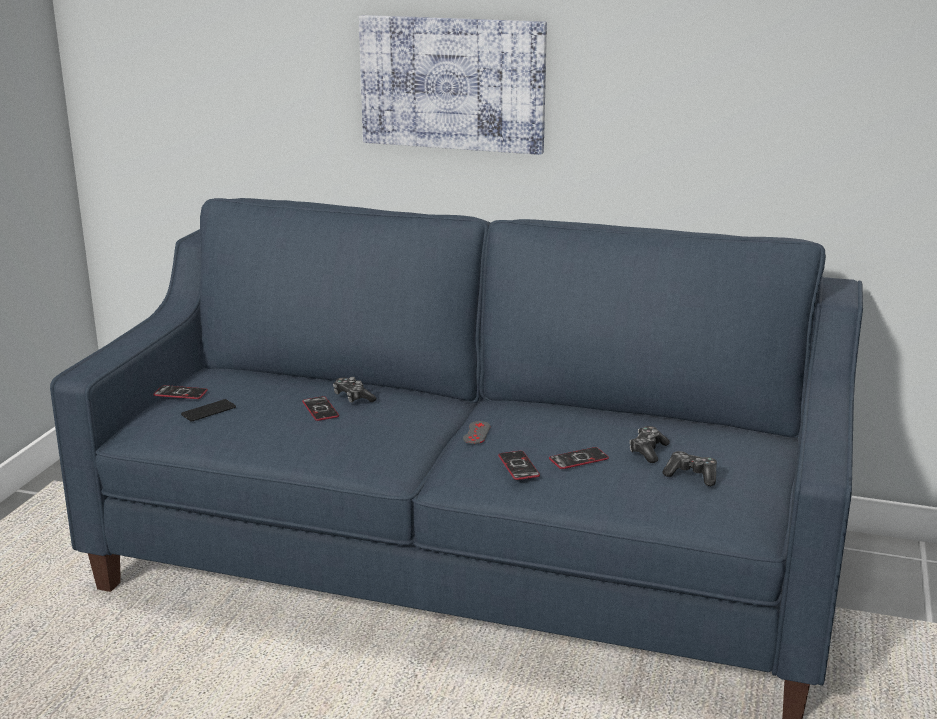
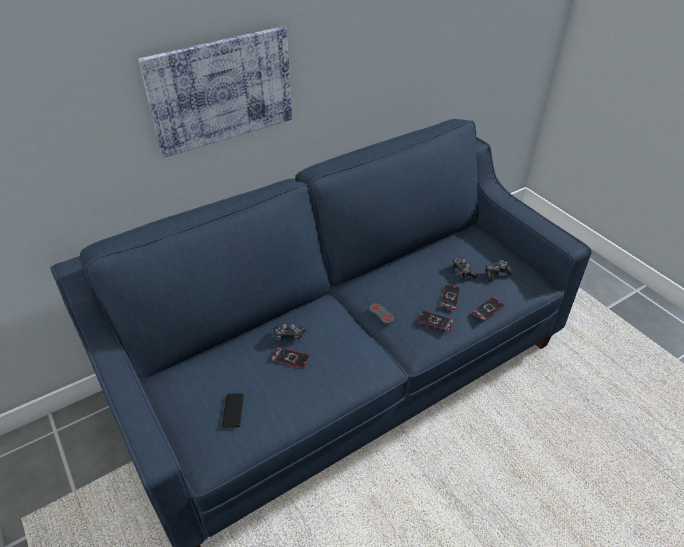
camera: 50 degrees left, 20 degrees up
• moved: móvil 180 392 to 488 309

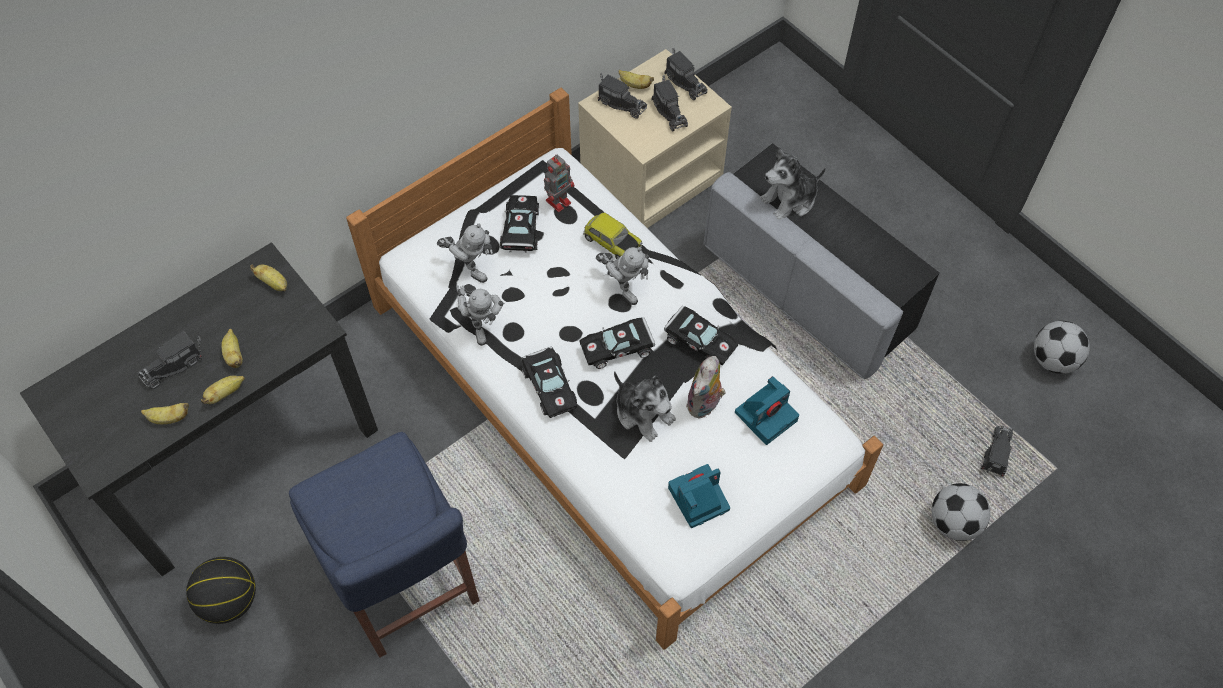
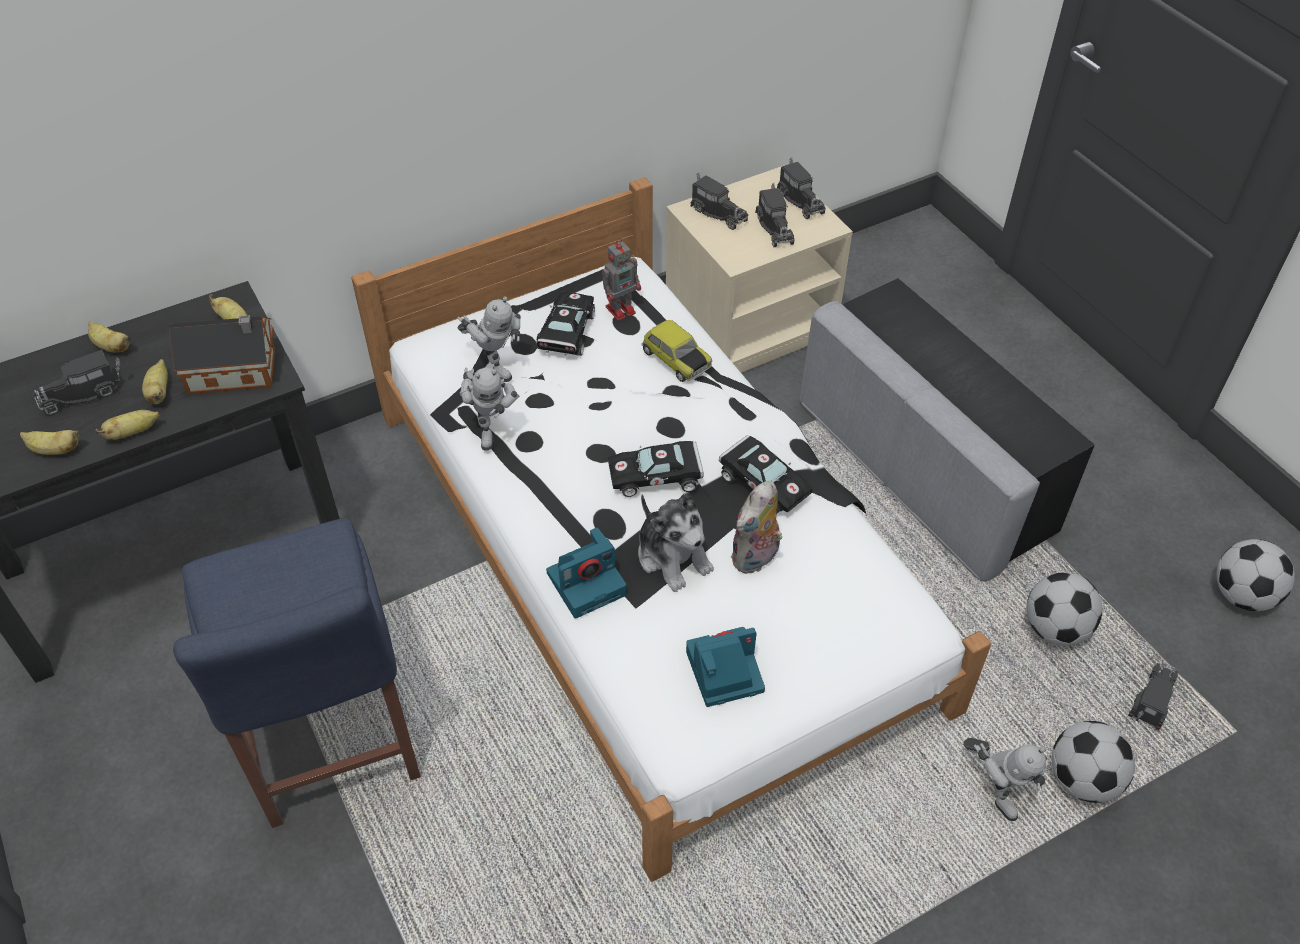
camera: 10 degrees right, 10 degrees down
• moved: plátano 636 79 to 109 336
• removed: peluche 793 182
• moved: robot de juguete 622 276 to 1005 779
• removed: coche de juguete (negro) 549 382
• moved: cámara 767 410 to 586 573
• removed: balón de baloncesto 221 590
• added: casita 222 354
• added: balón de fútbol 1064 609

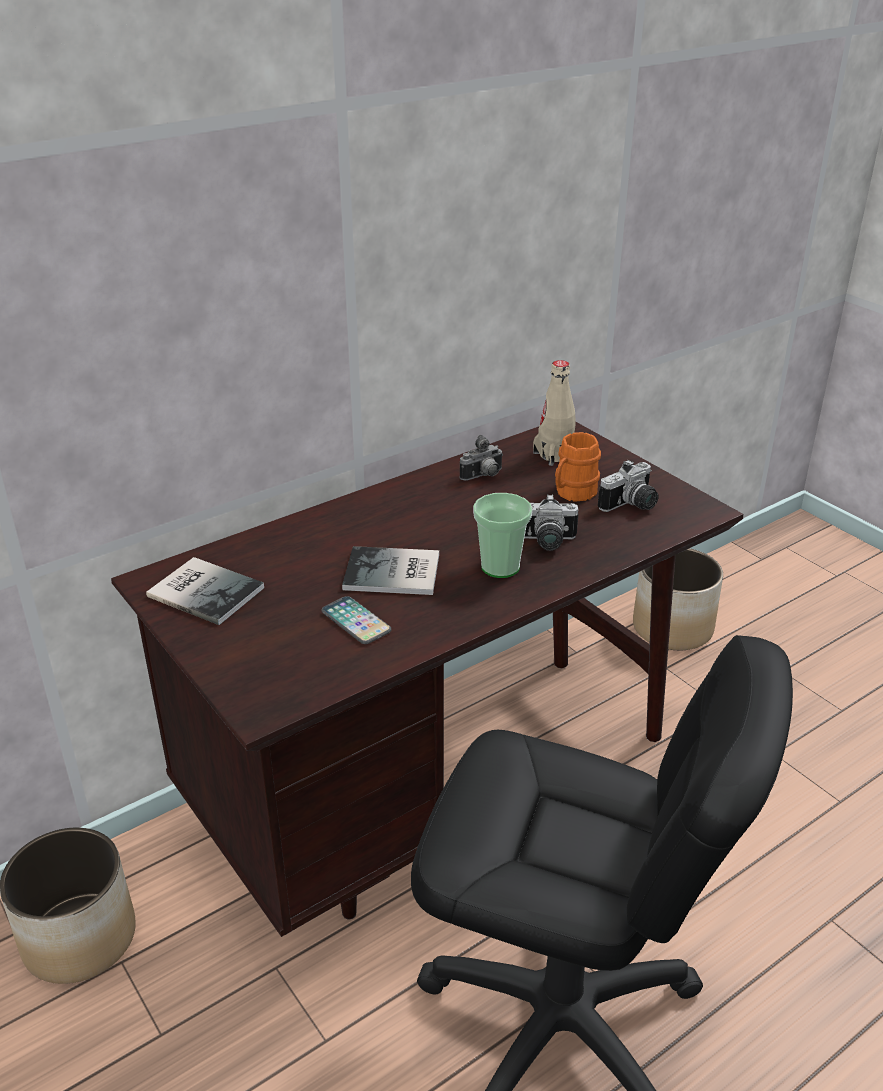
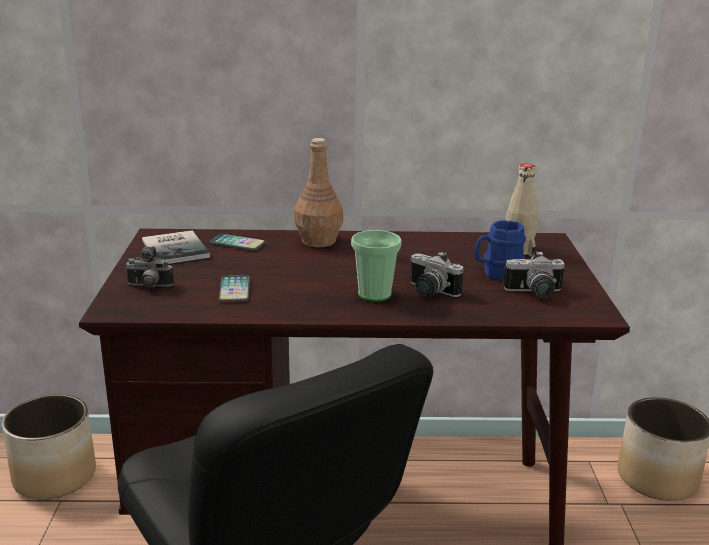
camera: 35 degrees right, 10 degrees down
• recoloured: taza grande (naranja) 578 467 to taza grande (azul) 500 250
• moved: cámara 481 458 to 149 266
• removed: libro 390 570
• added: botella (marrón) 318 192
• added: móvil 237 242

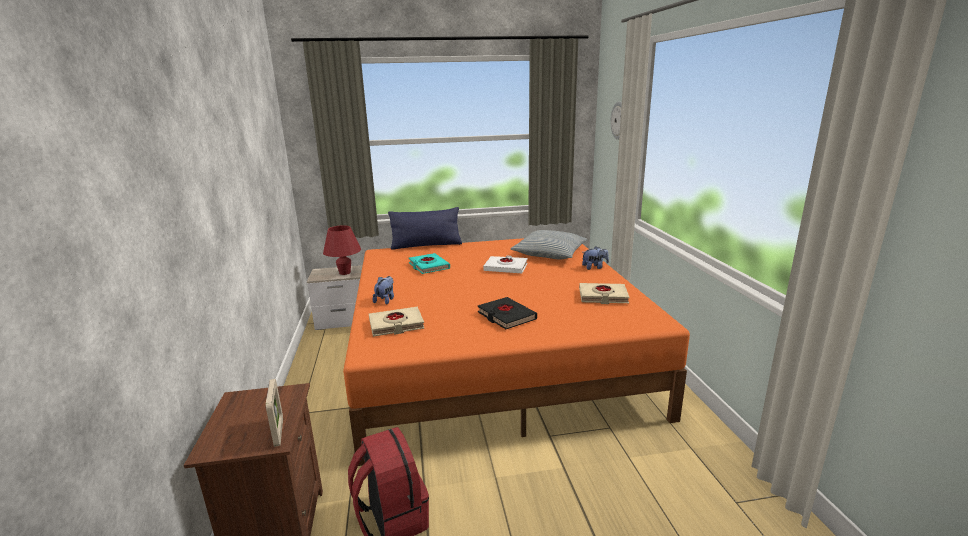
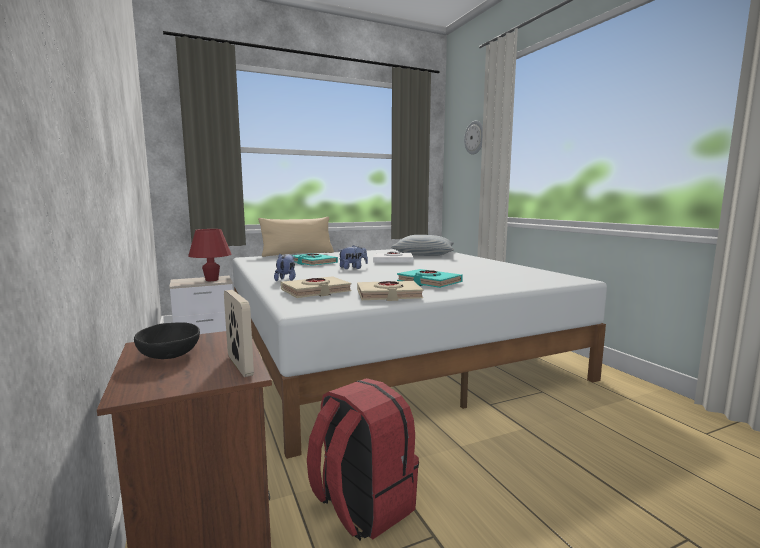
camera: 15 degrees left, 10 degrees down
• recoloured: cojín (azul) 425 228 to cojín (beis) 296 237
• recoloured: cama (naranja) 516 352 to cama (blanco) 419 354
• moved: peluche 595 258 to 353 257
• moved: libro (beis) 604 293 to 390 291
• recoloured: libro (negro) 507 313 to libro (turquesa) 430 278
• added: cuenco (negro) 167 340

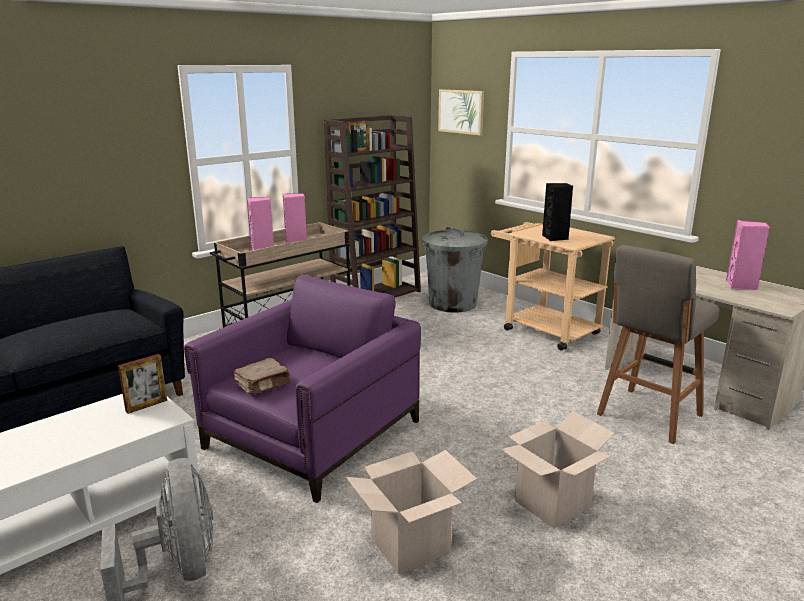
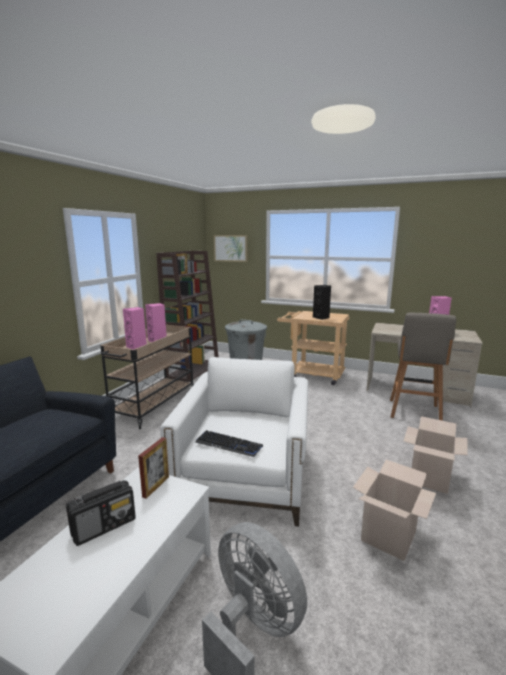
camera: 25 degrees left, 5 degrees down
• recoloured: sillón (morado) 302 389 to sillón (blanco) 234 442
• replaced: libro (marrón) 262 376 to teclado 229 443
• added: radio 101 513

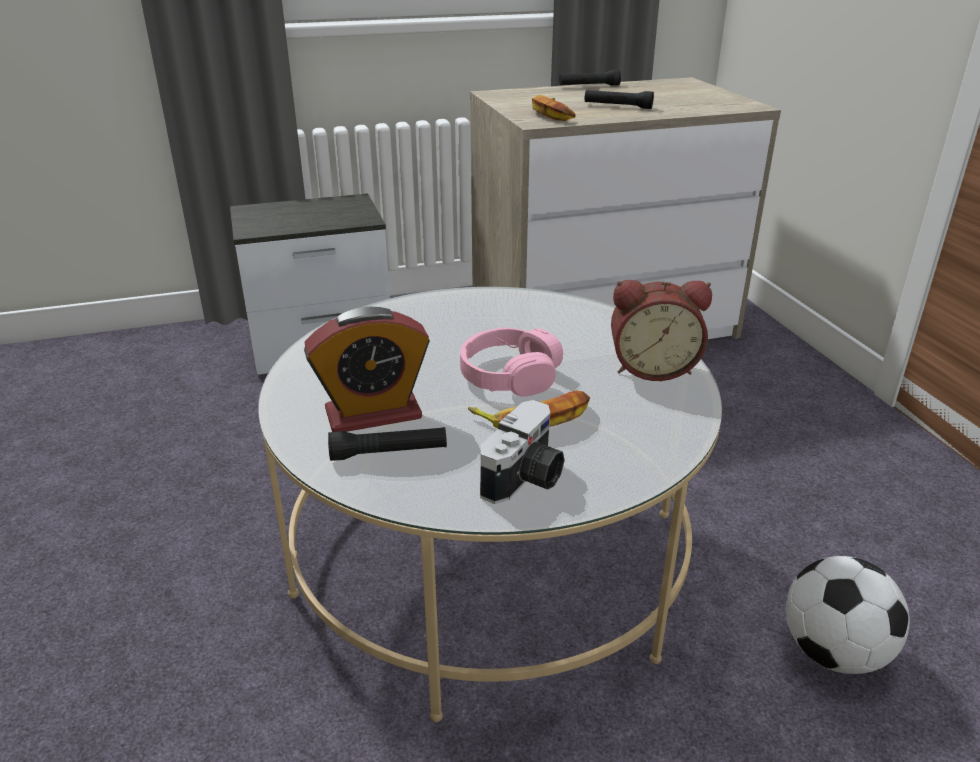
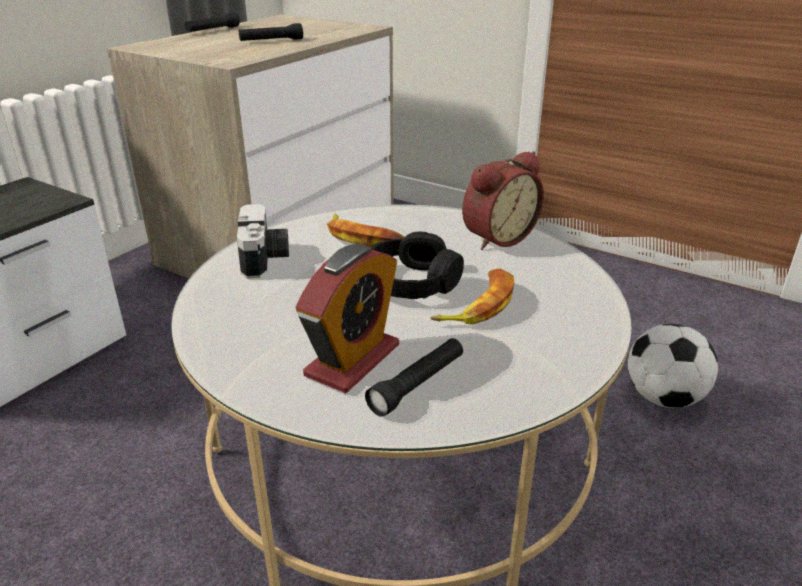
camera: 40 degrees left, 0 degrees up
• moved: plátano 554 108 to 366 230
• recoloured: auriculares (rosa) 511 361 to auriculares (negro) 417 265
• moved: cámara 522 452 to 263 241

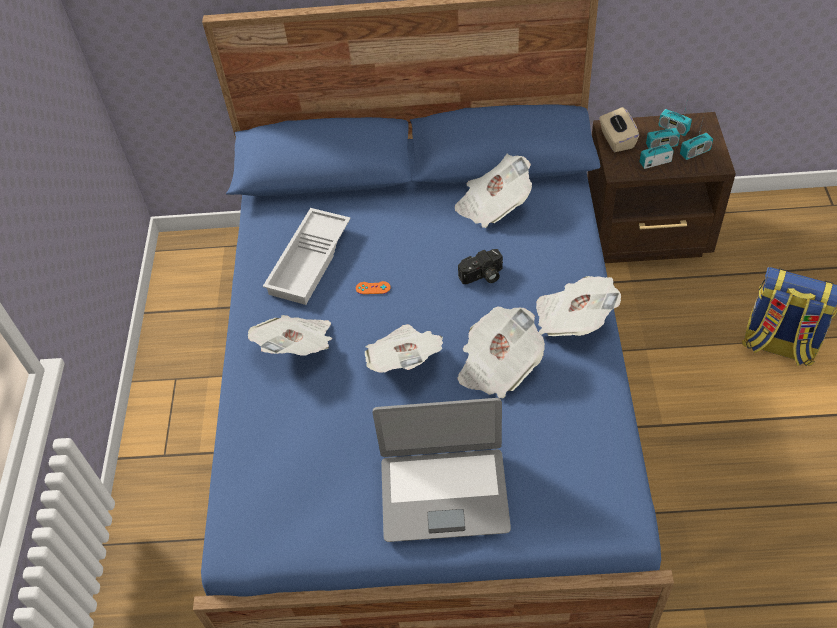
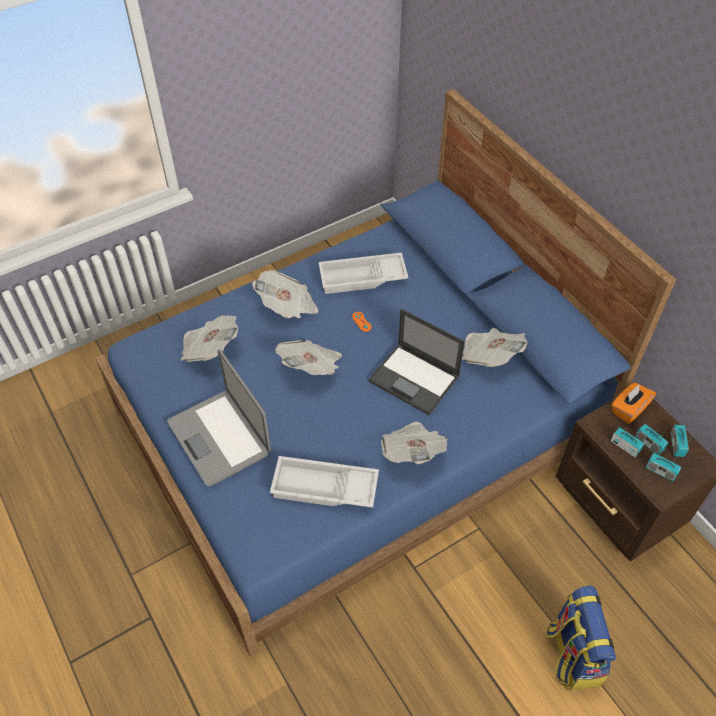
camera: 55 degrees right, 0 degrees up
• recoloured: caja de pañuelos (beis) 619 129 to caja de pañuelos (naranja) 634 403
• replaced: cámara 480 266 to portátil 416 362
• moved: periódico 501 352 to 209 338
• added: bandeja (blanco) 324 482

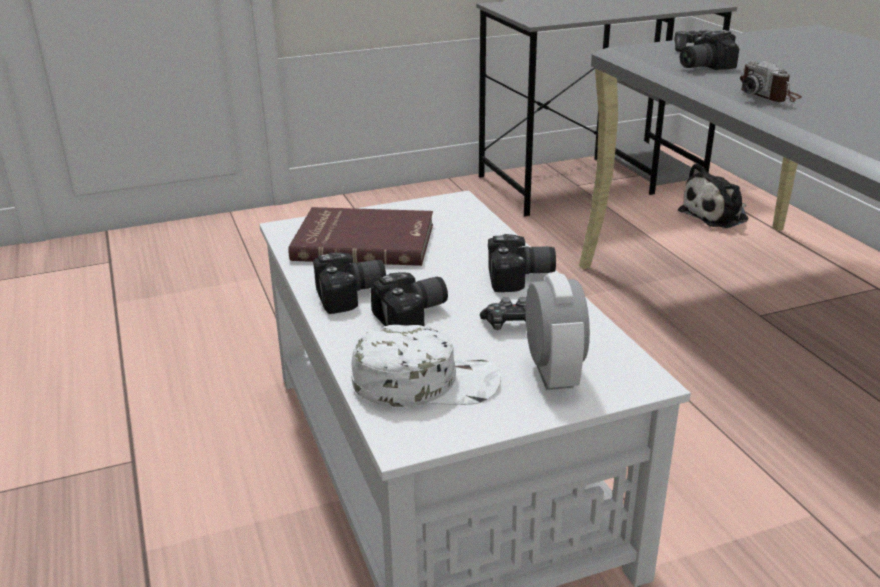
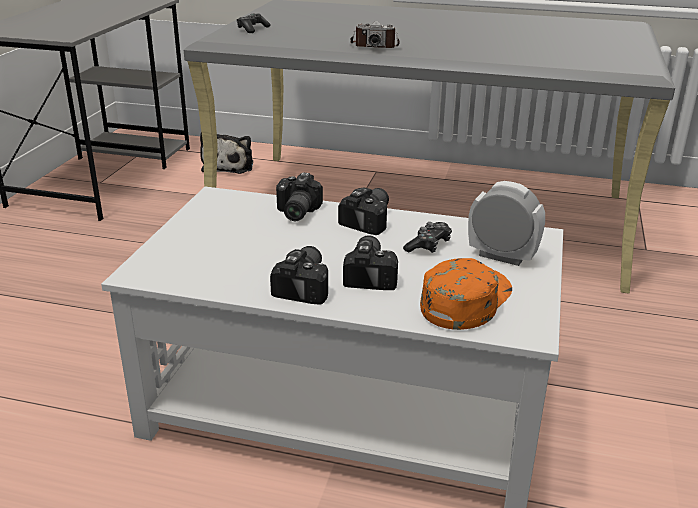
camera: 55 degrees left, 0 degrees up
• moved: cámara 709 50 to 299 196
• removed: libro (rojo) 360 236
• recoloured: gorra (blanco) 426 366 to gorra (naranja) 466 294

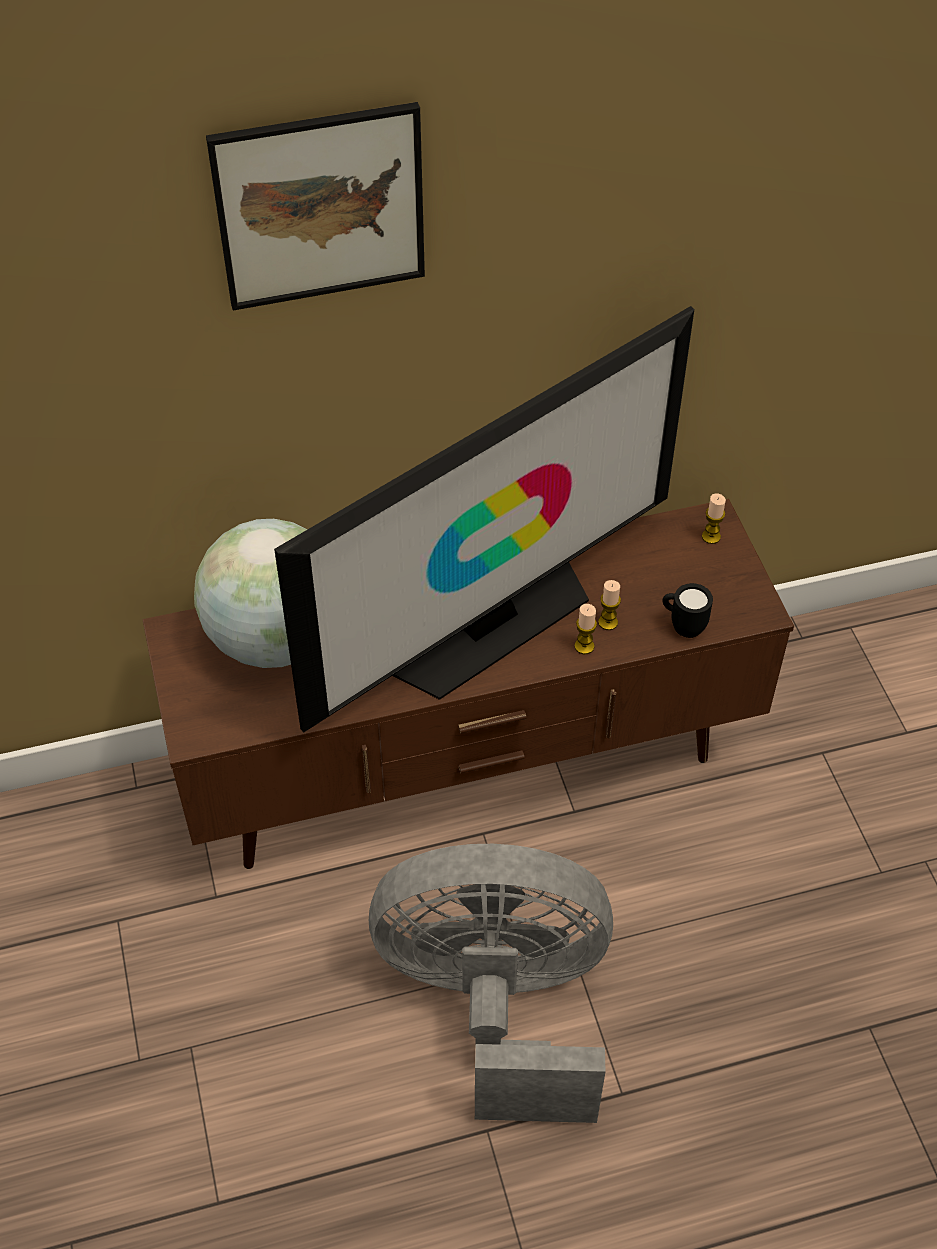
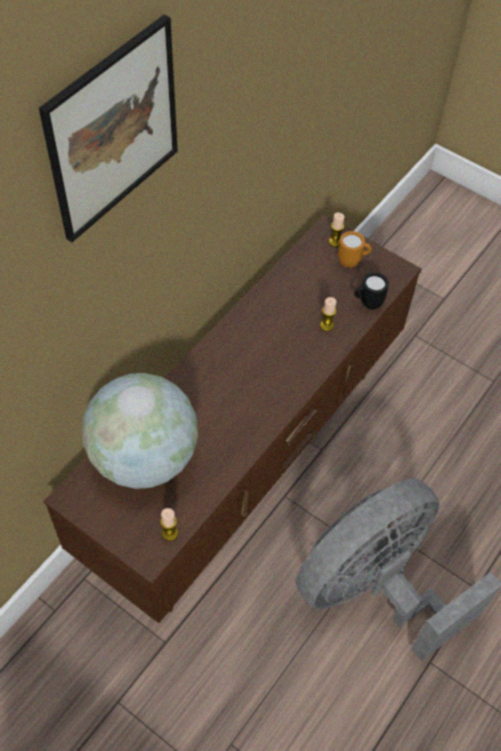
camera: 40 degrees left, 5 degrees up
• removed: televisor 484 519
• moved: vela 585 629 to 169 524
• added: taza grande (naranja) 355 249

